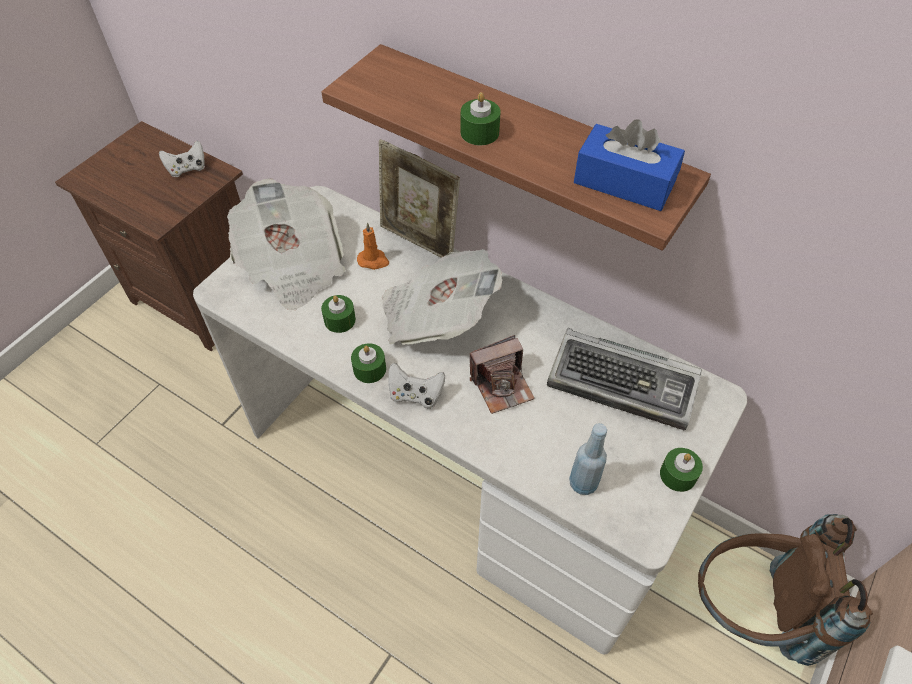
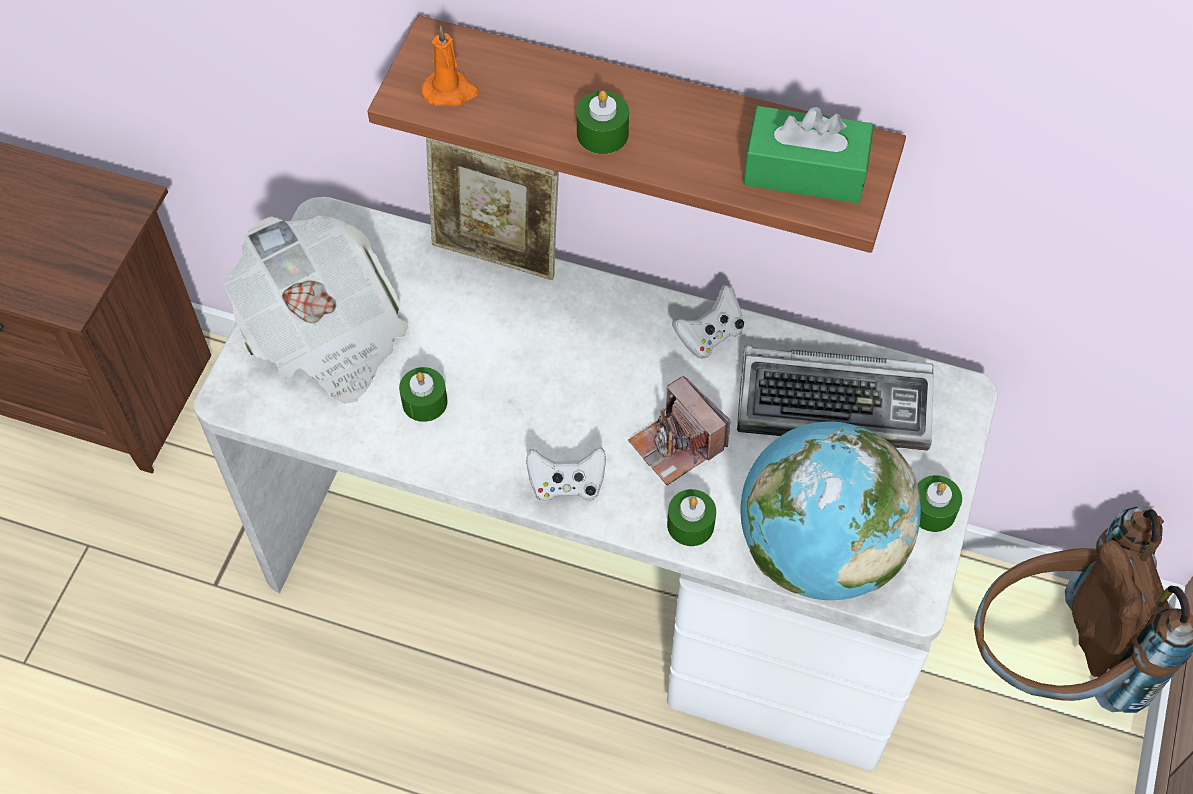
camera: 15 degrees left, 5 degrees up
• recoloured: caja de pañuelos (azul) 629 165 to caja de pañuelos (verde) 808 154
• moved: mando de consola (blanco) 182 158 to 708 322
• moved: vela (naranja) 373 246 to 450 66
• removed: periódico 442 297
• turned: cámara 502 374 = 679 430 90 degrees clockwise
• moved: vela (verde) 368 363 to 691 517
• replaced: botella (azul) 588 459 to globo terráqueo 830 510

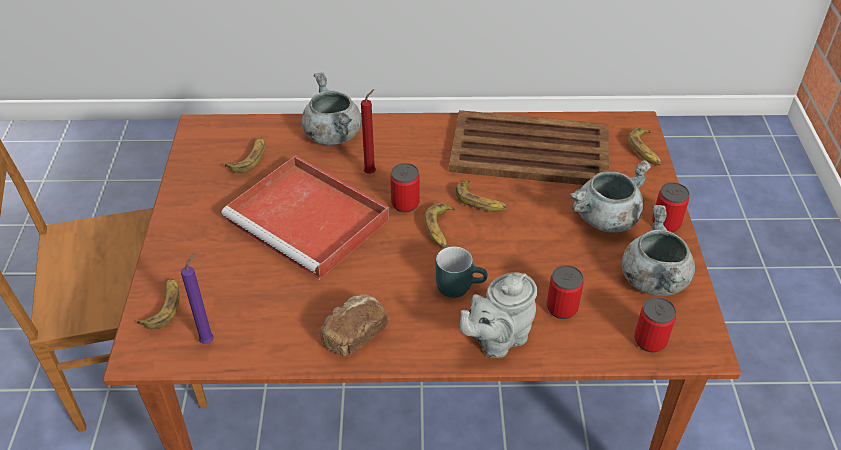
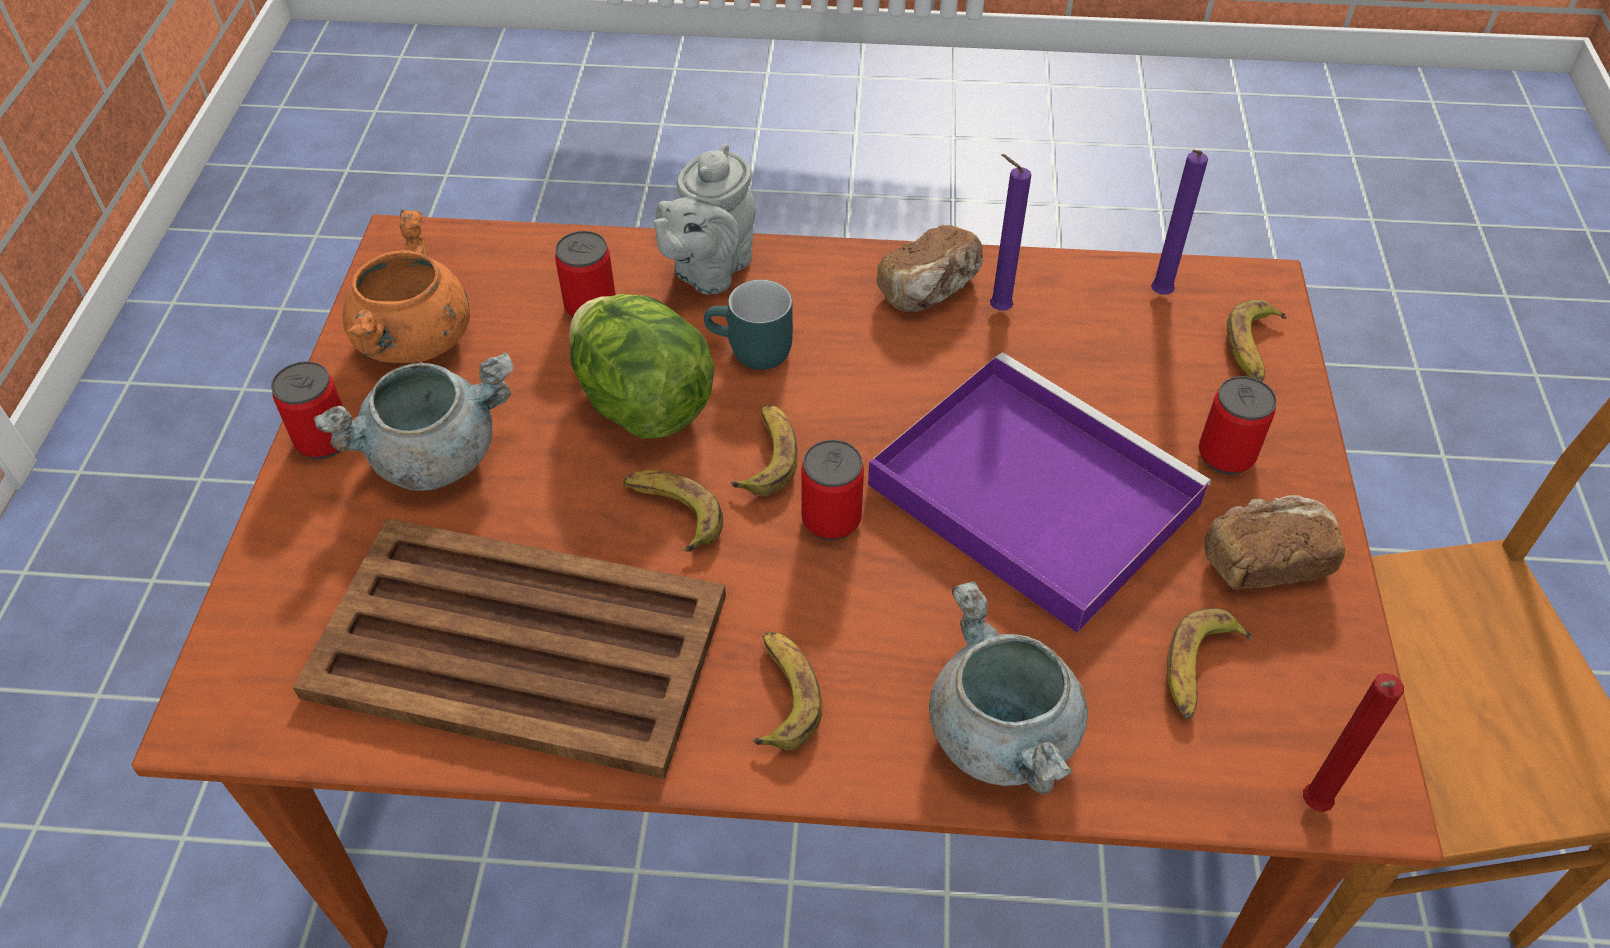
camera: 175 degrees left, 5 degrees up
• moved: vela (rojo) 368 131 to 1353 742
• moved: plátano 645 146 to 787 691
• recoloured: bandeja (rojo) 305 217 to bandeja (morado) 1039 492
• recoloured: olla (gris) 658 250 to olla (naranja) 406 286
• turned: tetera (gris) 498 315 = 704 219 150 degrees clockwise
• moved: lata 655 324 to 1238 425
• added: vela (morado) 1010 232
• added: lechuga 642 366
• added: pan 1274 542

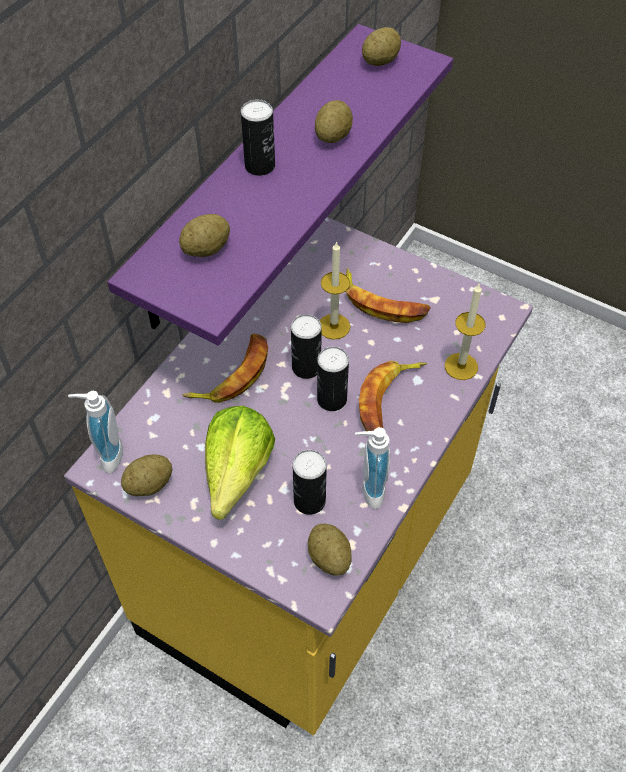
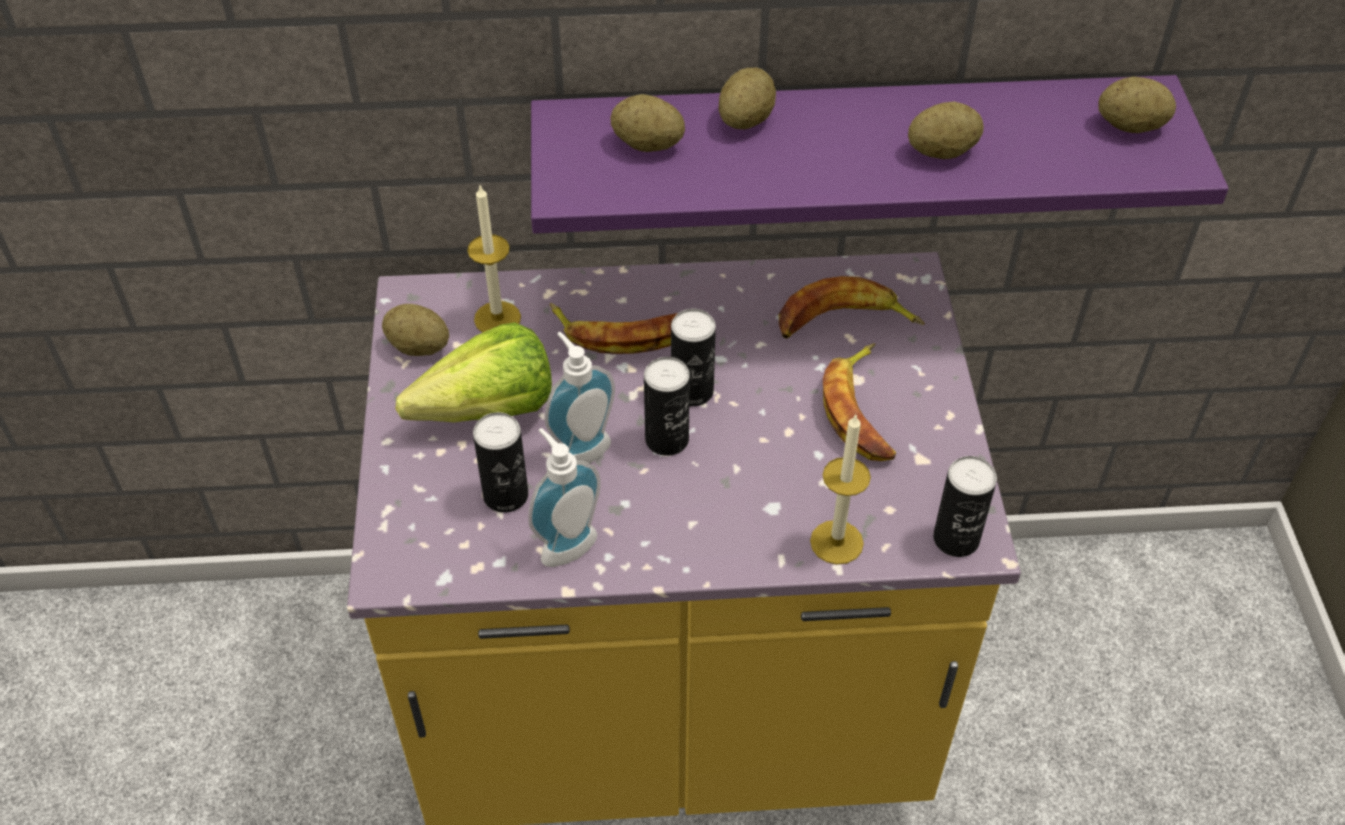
camera: 55 degrees right, 5 degrees down
• moved: lata 258 137 to 965 506
• moved: vela 335 290 to 494 259
• moved: plátano 393 396 to 852 307
• moved: dispensador de jabón 95 432 to 580 397
• moved: patata 330 549 to 747 98

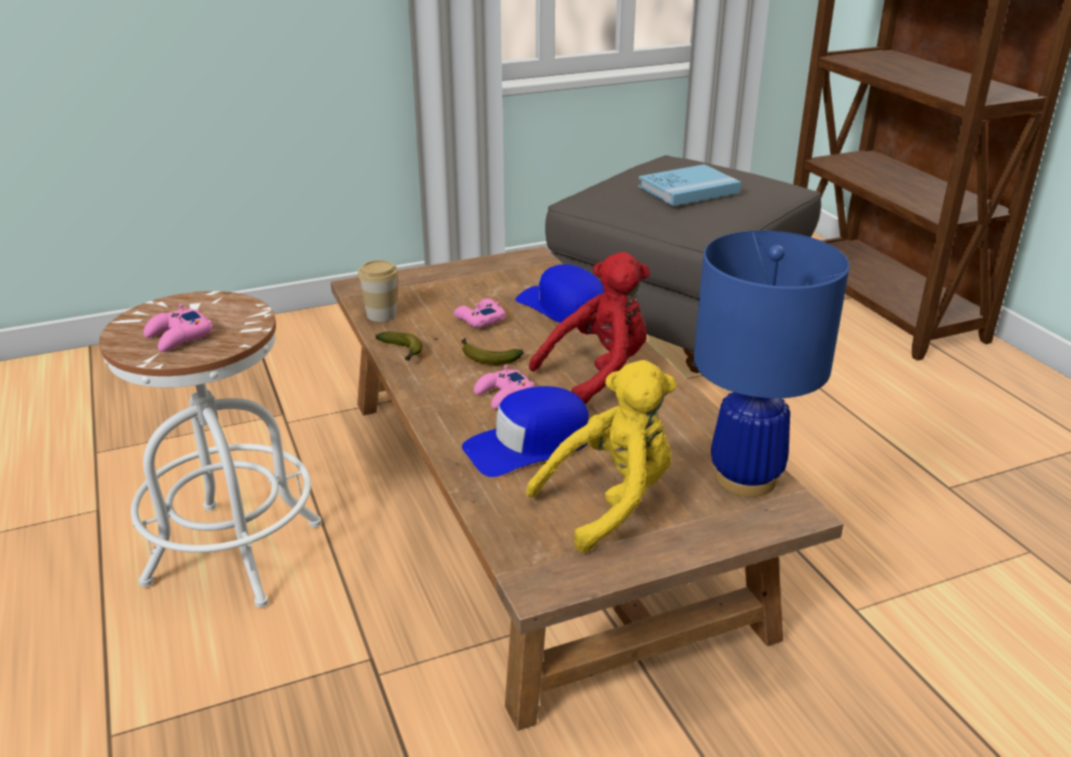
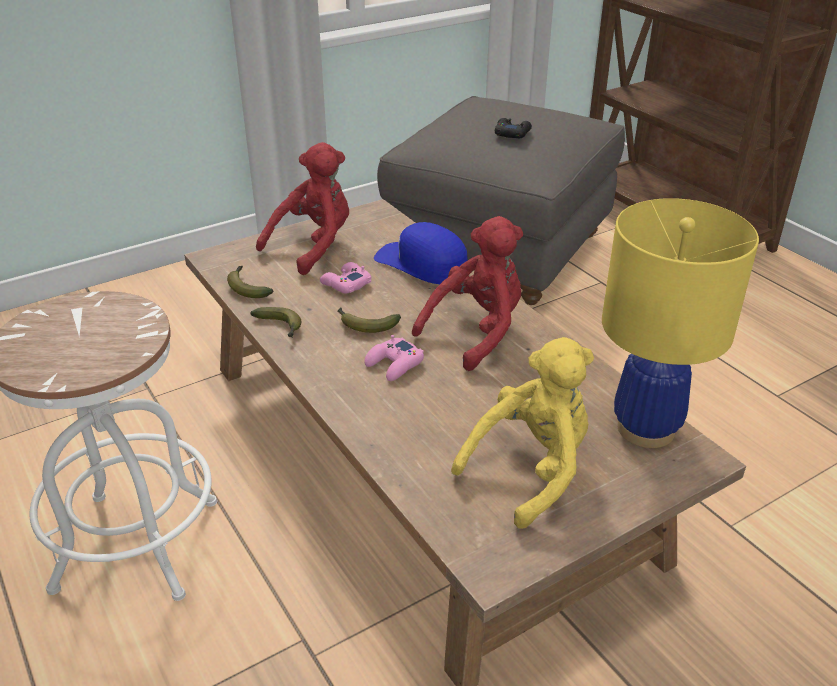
camera: 10 degrees left, 5 degrees up
• replaced: libro (azul) 689 185 to mando de consola (negro) 513 128
• recoloured: lámpara de mesa (azul) 772 364 to lámpara de mesa (amarillo) 680 323
• replaced: taza 378 291 to plátano 250 282
• removed: mando de consola (rosa) 178 328
• removed: gorra (azul) 525 431
• added: peluche (rojo) 302 208

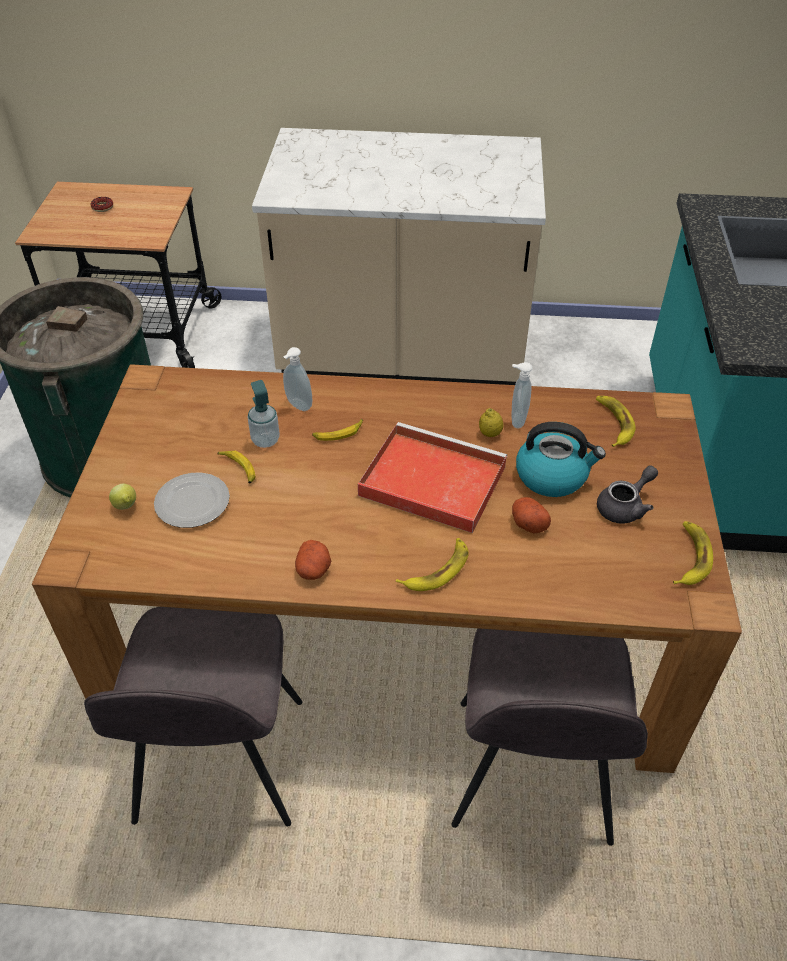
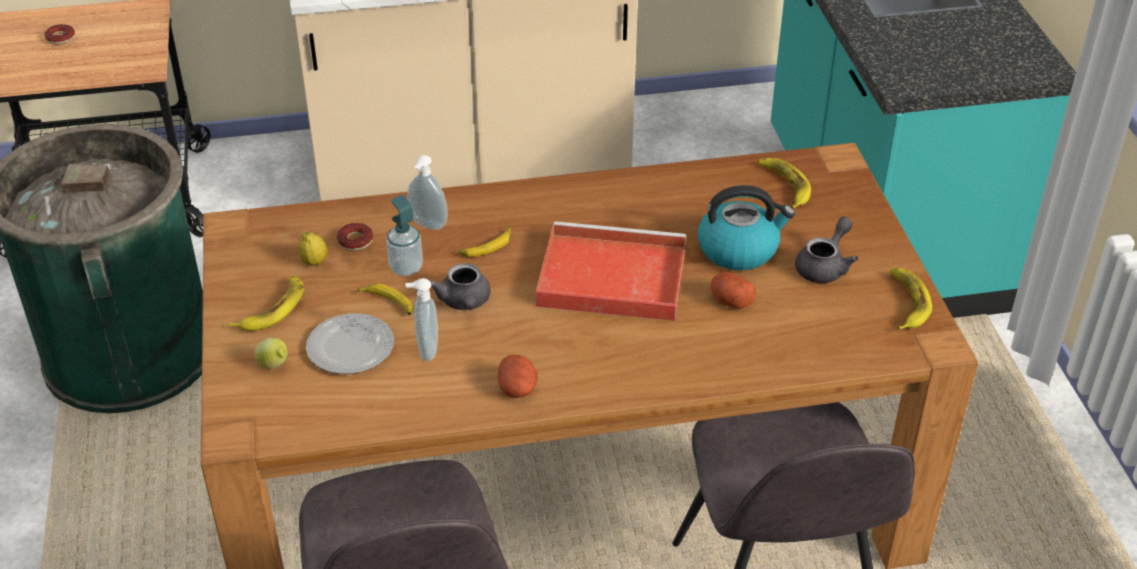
camera: 15 degrees left, 5 degrees down
• moved: dispensador de jabón 522 395 to 421 319
• moved: limón 491 422 to 313 248
• moved: plátano 432 564 to 266 303
• added: rosquilla 355 237
• added: tetera (gris) 460 286

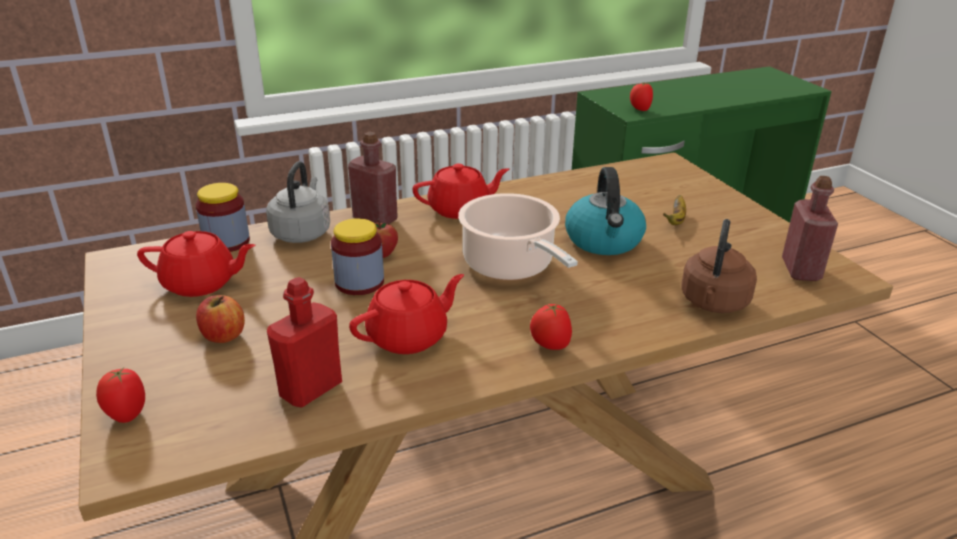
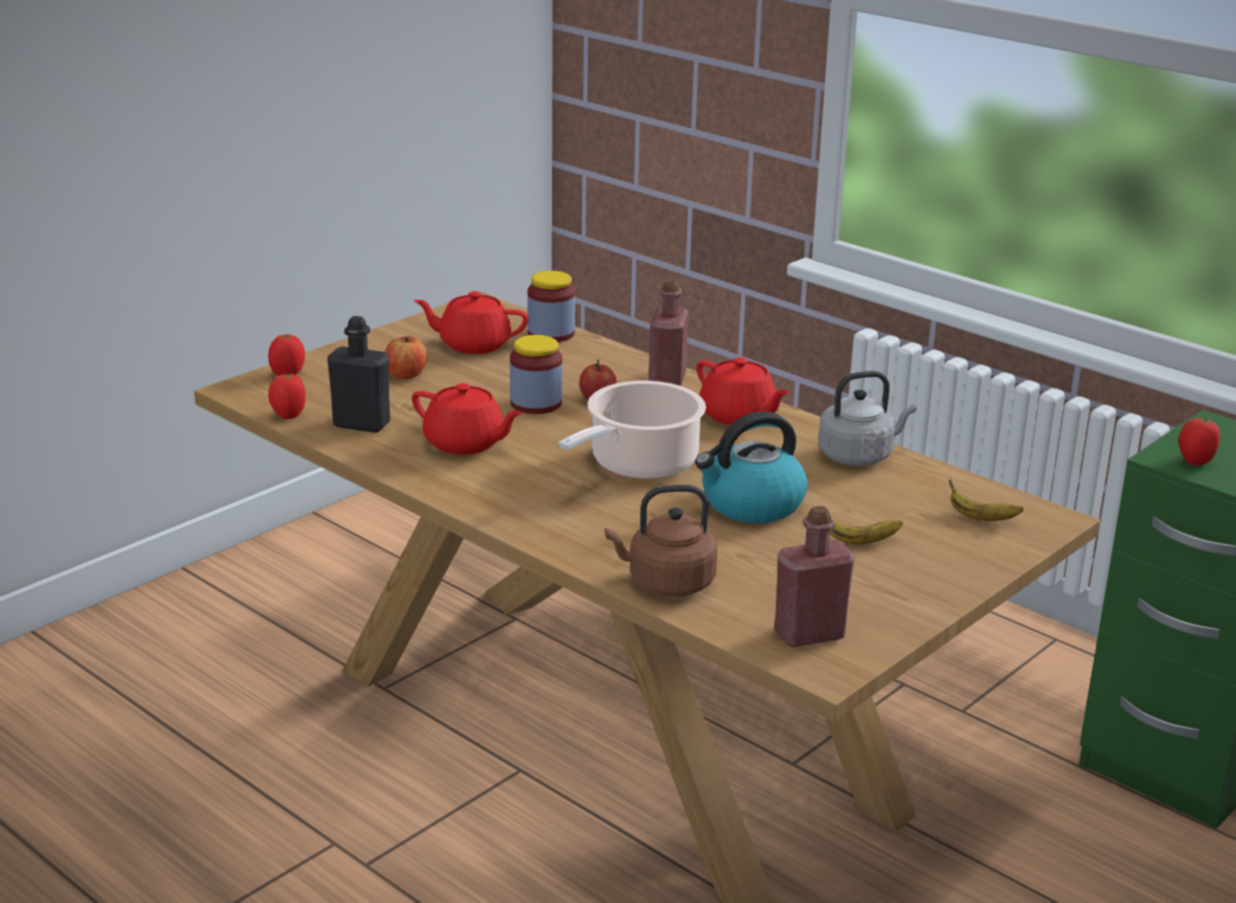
camera: 65 degrees right, 5 degrees down
• moved: hervidor (gris) 298 202 to 867 418
• turned: tetera (rojo) 196 264 = 471 322 120 degrees clockwise
• recoloured: botella (rojo) 304 342 to botella (negro) 358 374
• moved: tomate 551 327 to 287 396
• added: plátano 986 500

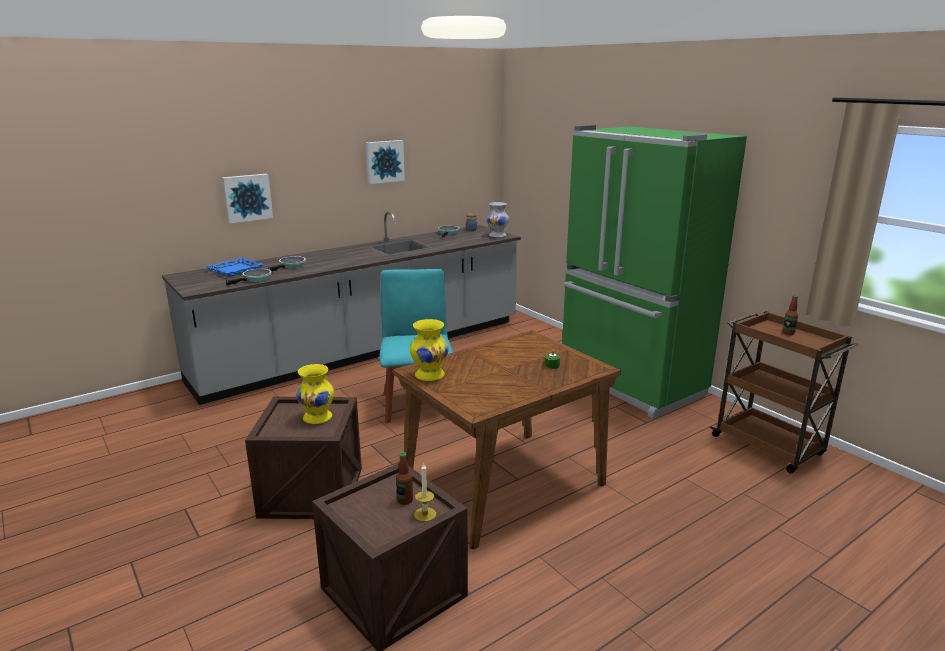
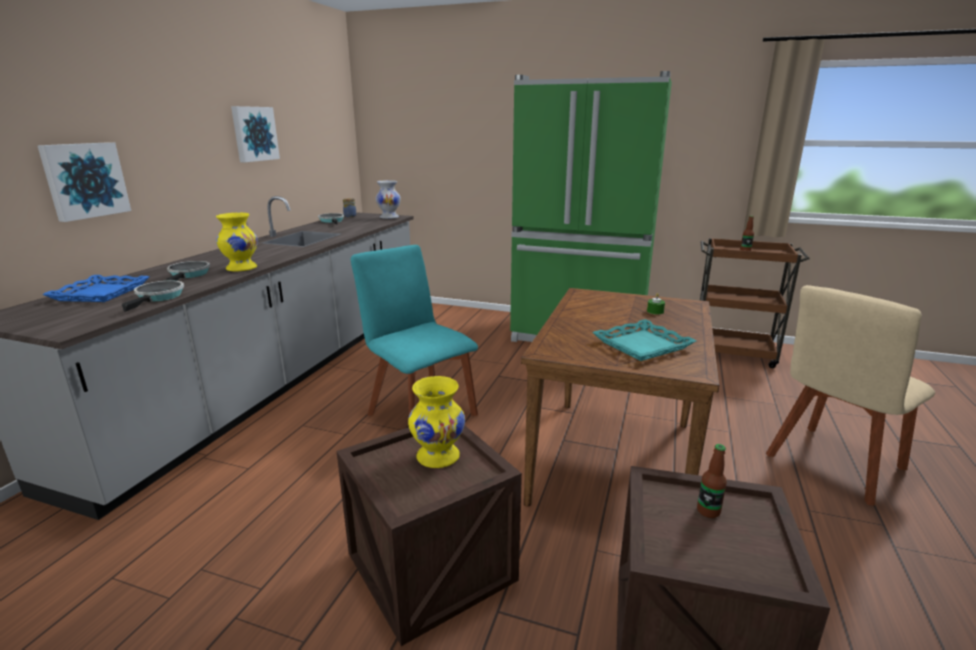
camera: 35 degrees left, 0 degrees up
• moved: florero (amarillo) 429 350 to 237 242
• removed: vela 425 493
• added: silla (beis) 850 395
• added: bandeja (turquesa) 644 340

